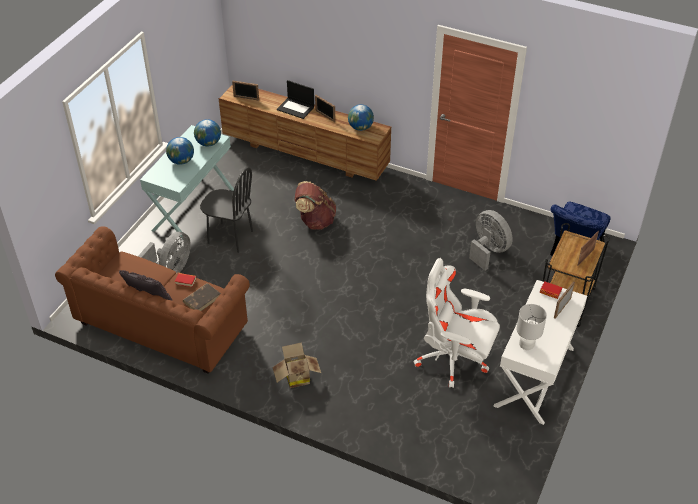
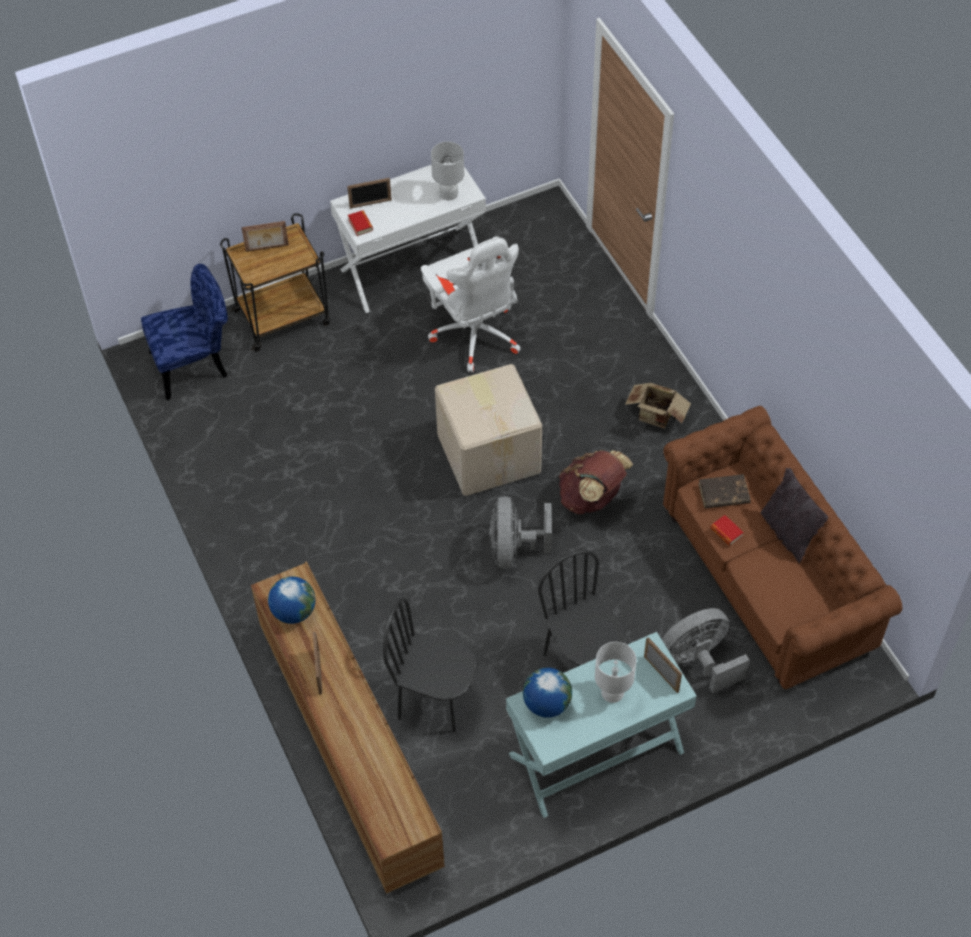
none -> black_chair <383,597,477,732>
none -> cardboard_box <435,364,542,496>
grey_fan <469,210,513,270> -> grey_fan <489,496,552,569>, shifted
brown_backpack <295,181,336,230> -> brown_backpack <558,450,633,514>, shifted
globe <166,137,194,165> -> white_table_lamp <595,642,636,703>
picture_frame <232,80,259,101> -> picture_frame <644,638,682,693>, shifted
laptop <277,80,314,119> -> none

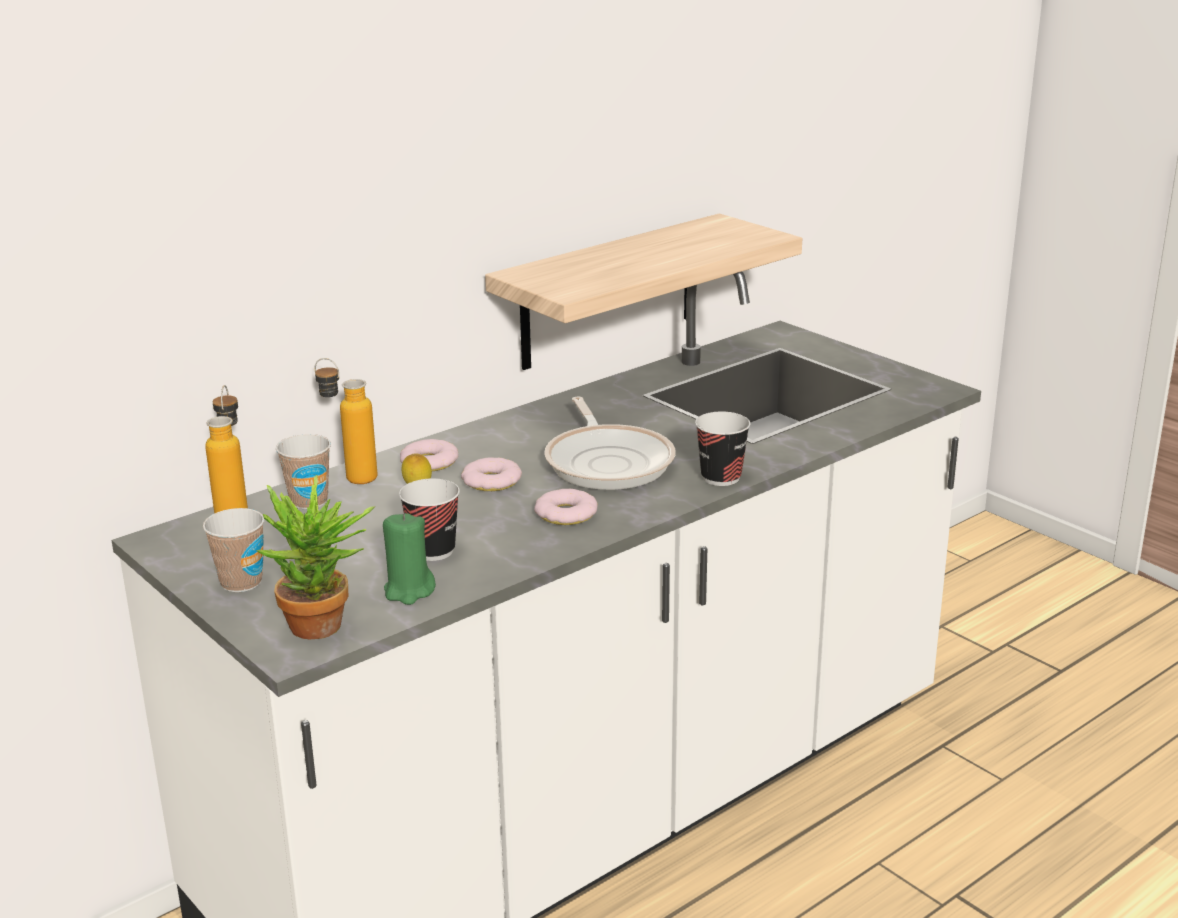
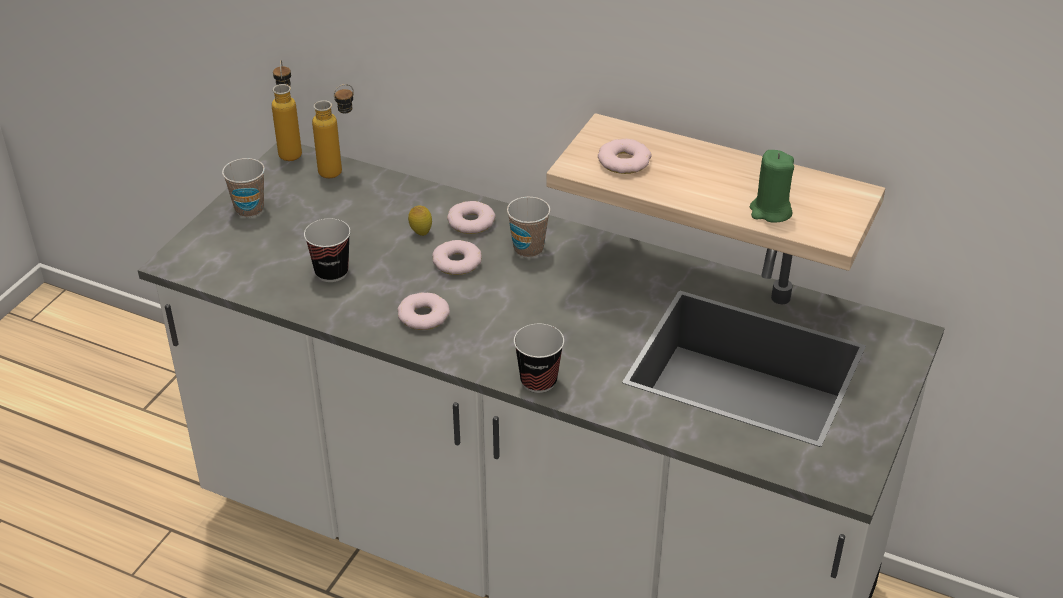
bottle <314,358,378,484> -> bottle <272,60,302,161>, shifted
cup <276,434,331,509> -> cup <507,197,550,258>, shifted
none -> donut <598,139,652,174>
green_candle <383,513,436,605> -> green_candle <750,150,794,223>, shifted
potted_plant <256,475,375,639> -> none
frying_pan <544,397,676,490> -> none

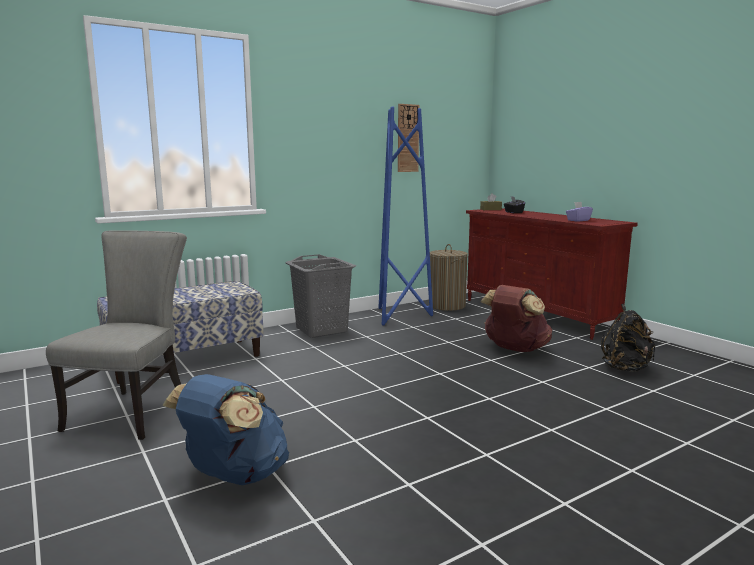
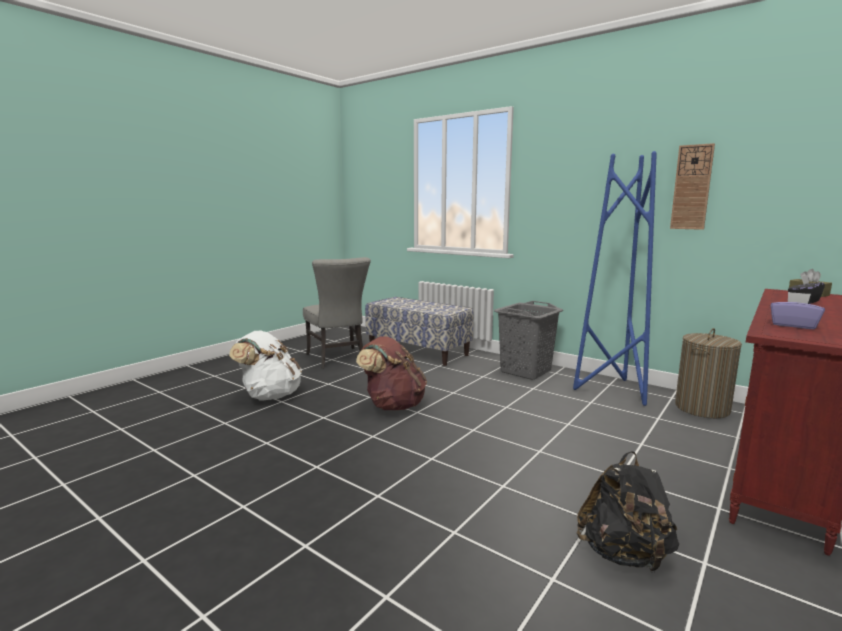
blue_backpack <162,374,289,485> -> white_backpack <229,331,302,400>
grey_chair <46,230,187,440> -> grey_chair <303,257,371,369>, 75 degrees clockwise
brown_backpack <481,285,552,352> -> brown_backpack <356,336,427,410>, shifted

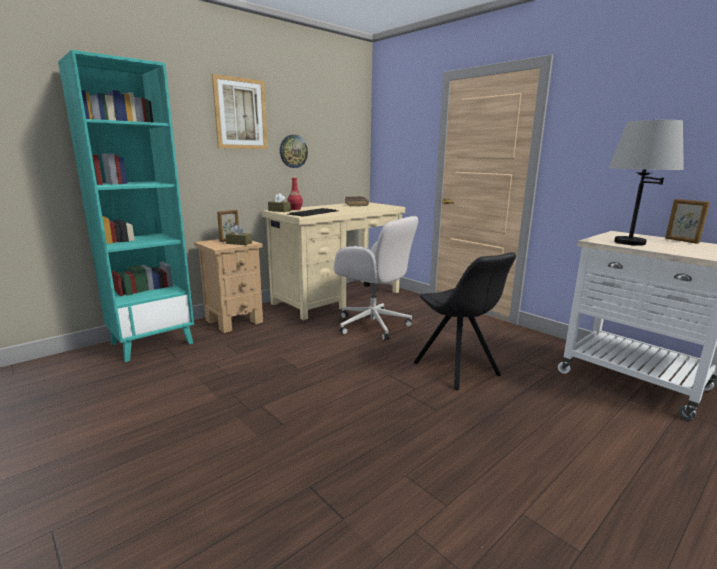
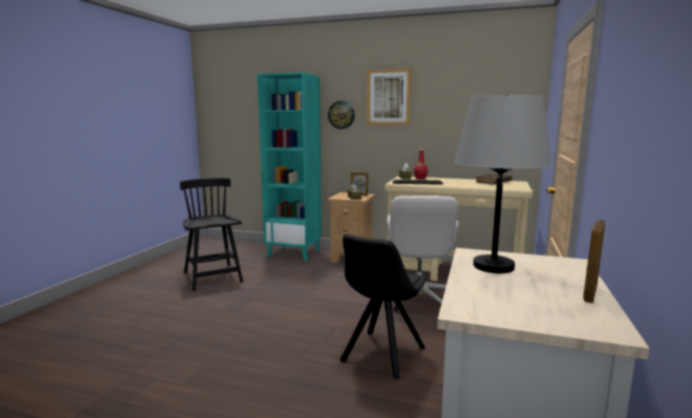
none -> black_chair <180,178,243,291>
wall_clock <280,135,308,168> -> wall_clock <328,101,355,129>, shifted

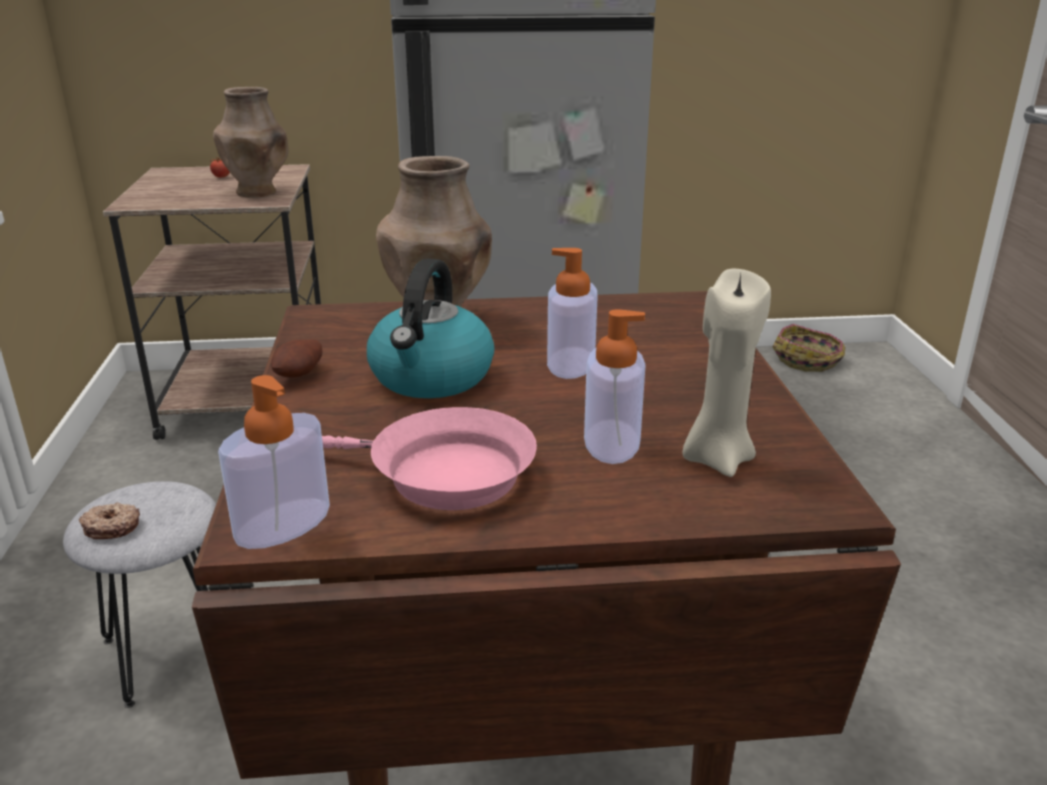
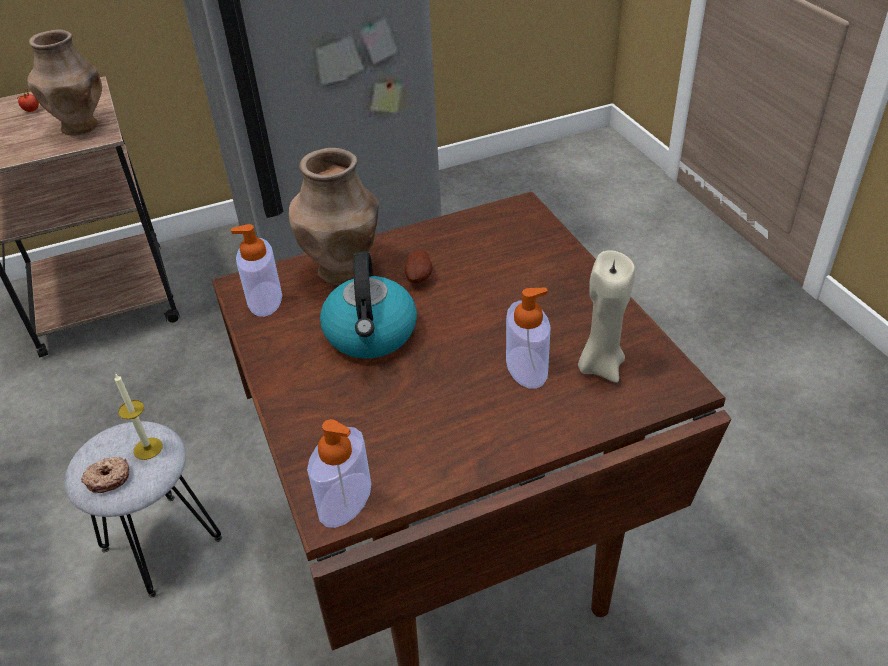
none -> candle <115,373,163,460>
soap_dispenser <547,248,598,379> -> soap_dispenser <231,224,282,317>, shifted
potato <271,339,322,378> -> potato <405,250,433,283>, shifted
pink_frying_pan <322,407,537,510> -> none
basket <772,324,845,372> -> none

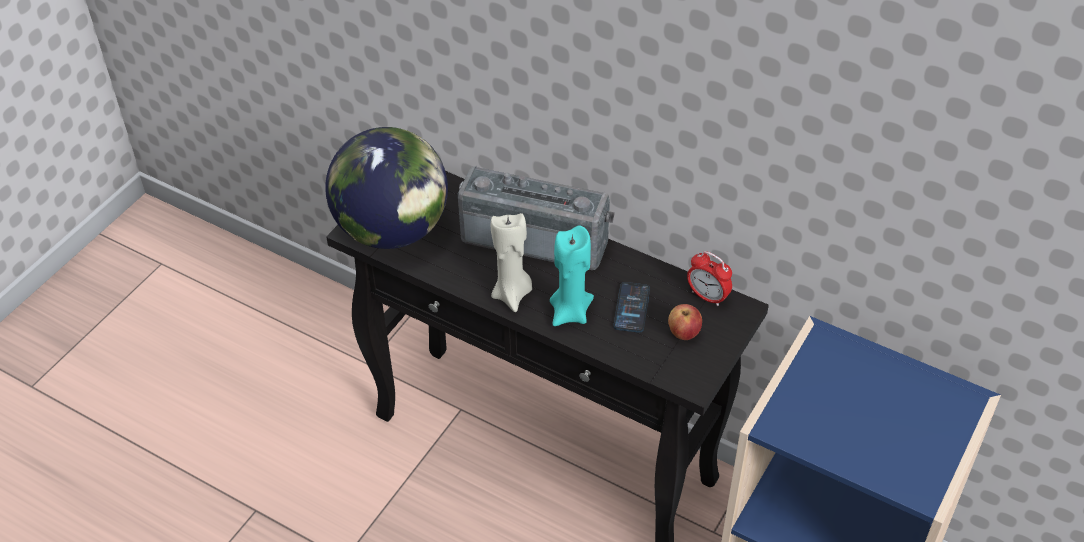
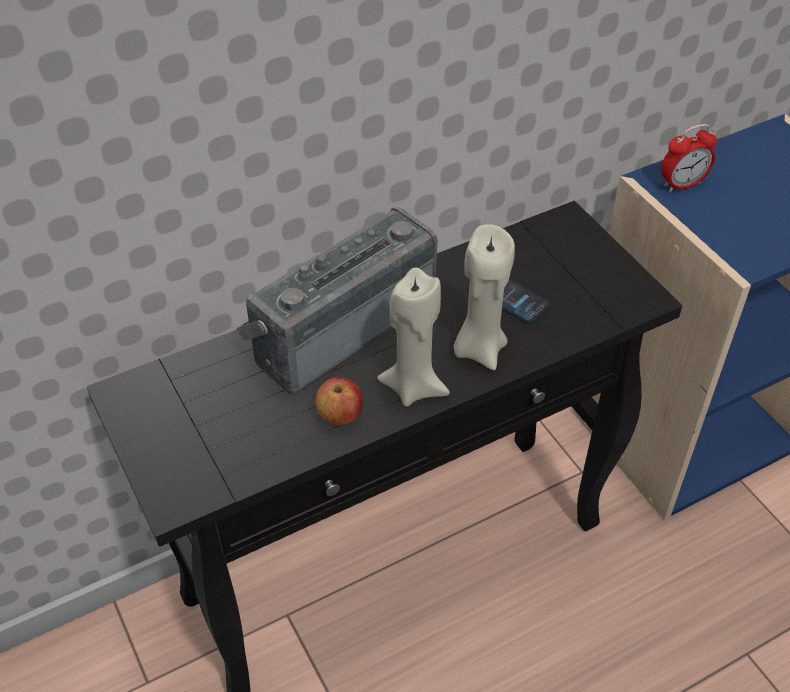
apple <668,304,702,340> -> apple <315,377,363,426>, shifted
turquoise_candle <550,225,594,326> -> beige_candle <454,224,515,370>
alarm_clock <687,251,732,306> -> alarm_clock <661,124,718,192>, shifted
globe <325,127,448,249> -> none

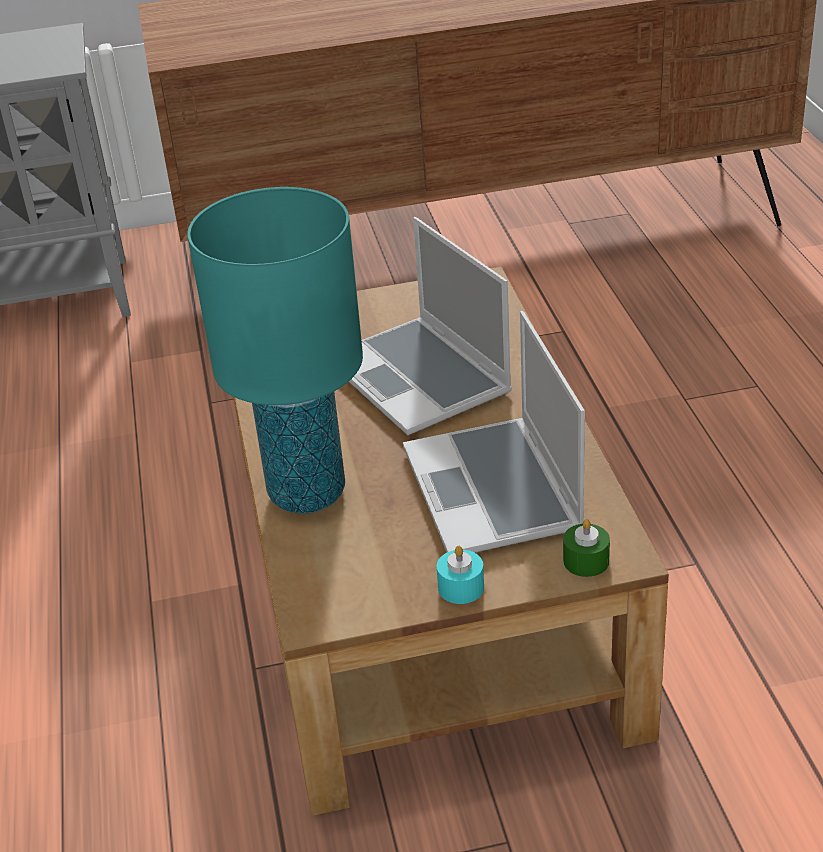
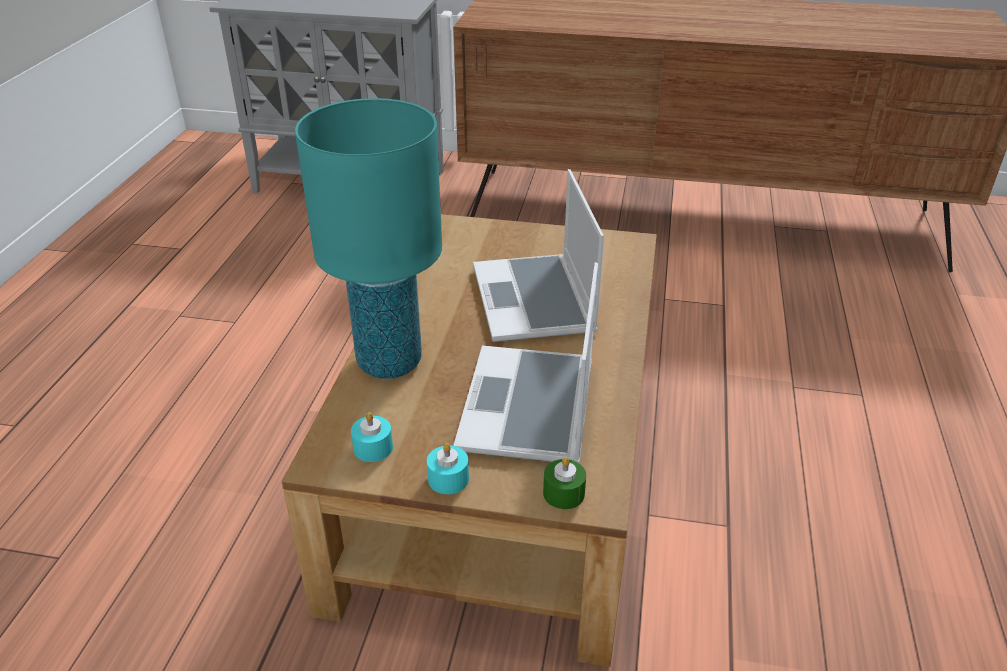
none -> turquoise_candle <351,412,393,462>

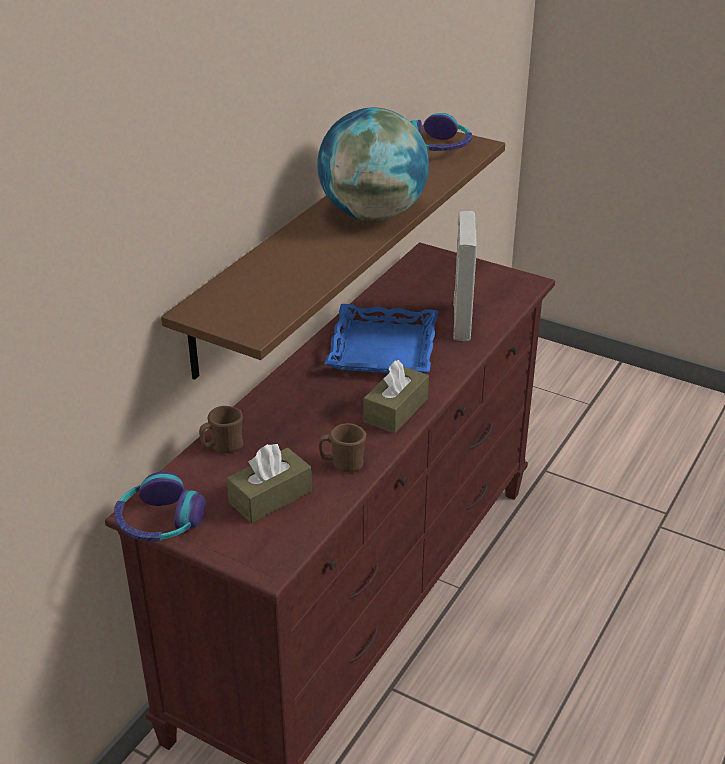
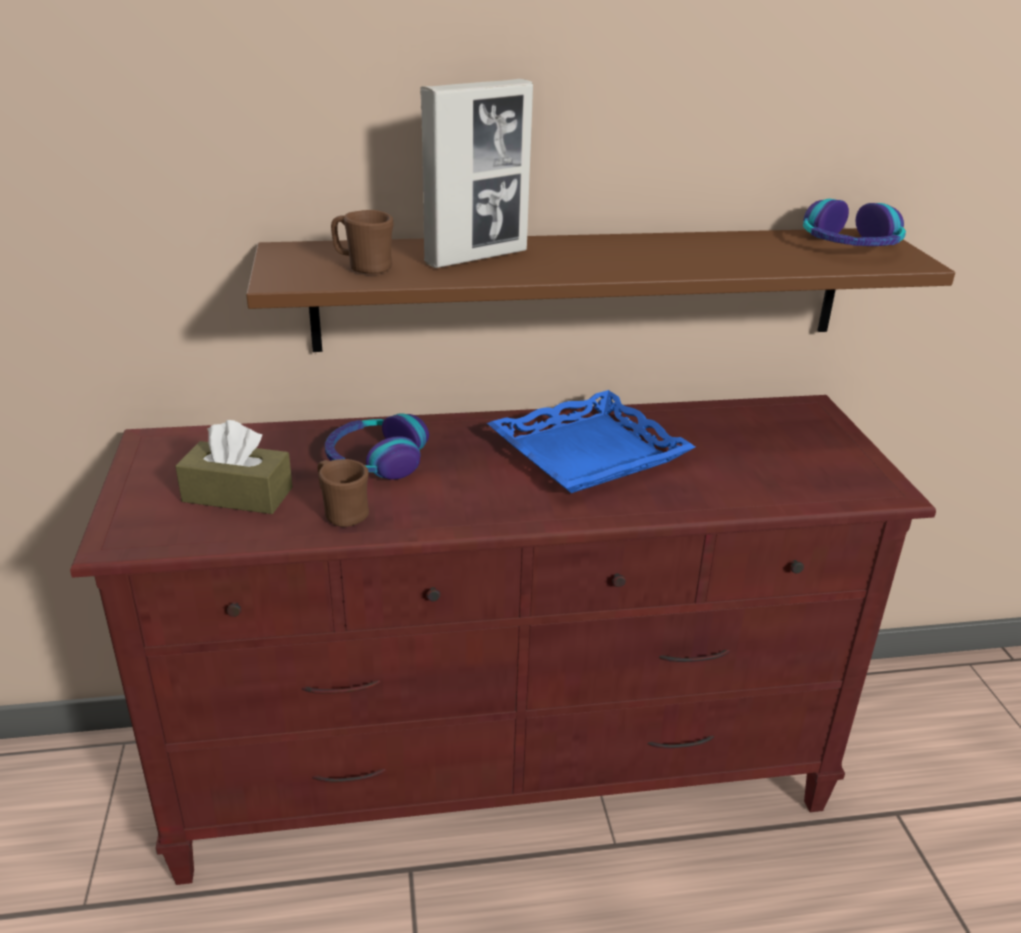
headphones <114,472,206,542> -> headphones <325,413,429,480>, shifted
brown_mug <199,406,243,453> -> brown_mug <331,210,394,274>, shifted
picture_frame <453,211,477,341> -> picture_frame <420,79,533,268>, shifted
globe <317,108,429,221> -> none
brown_tissue_box <363,360,429,434> -> none

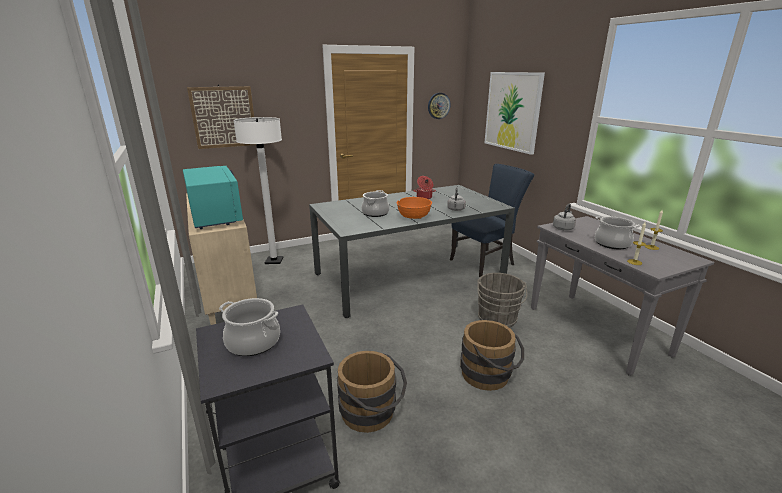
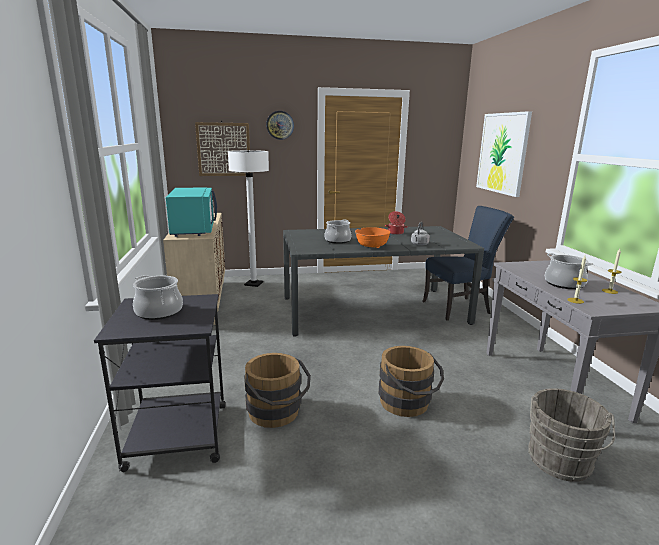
wall_clock <428,93,451,119> -> wall_clock <266,111,294,140>, shifted
grey_bucket <477,273,527,328> -> grey_bucket <528,388,615,482>, shifted
grey_kettle <553,204,576,231> -> none

